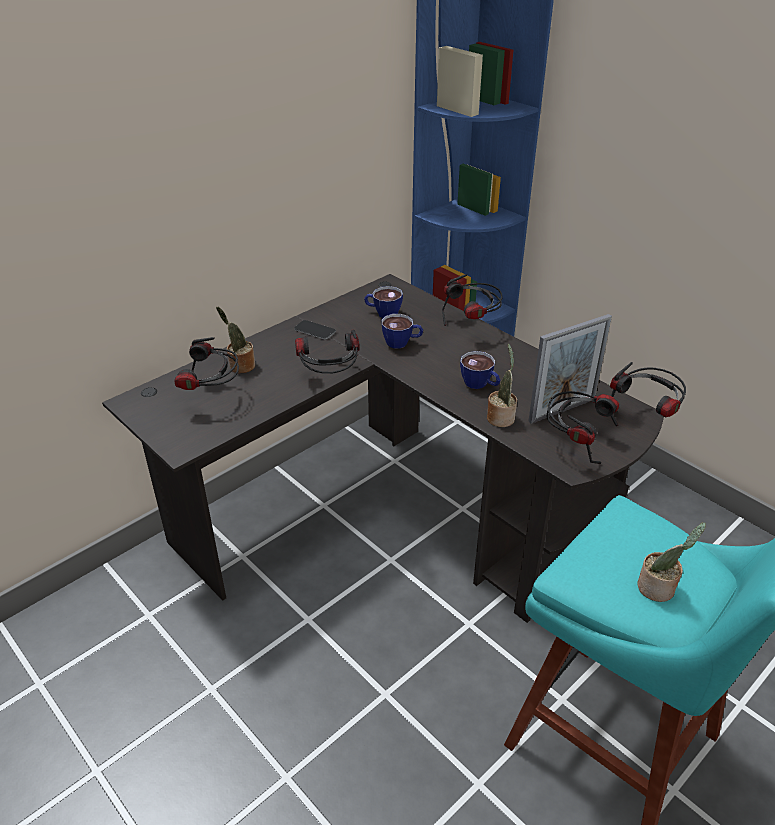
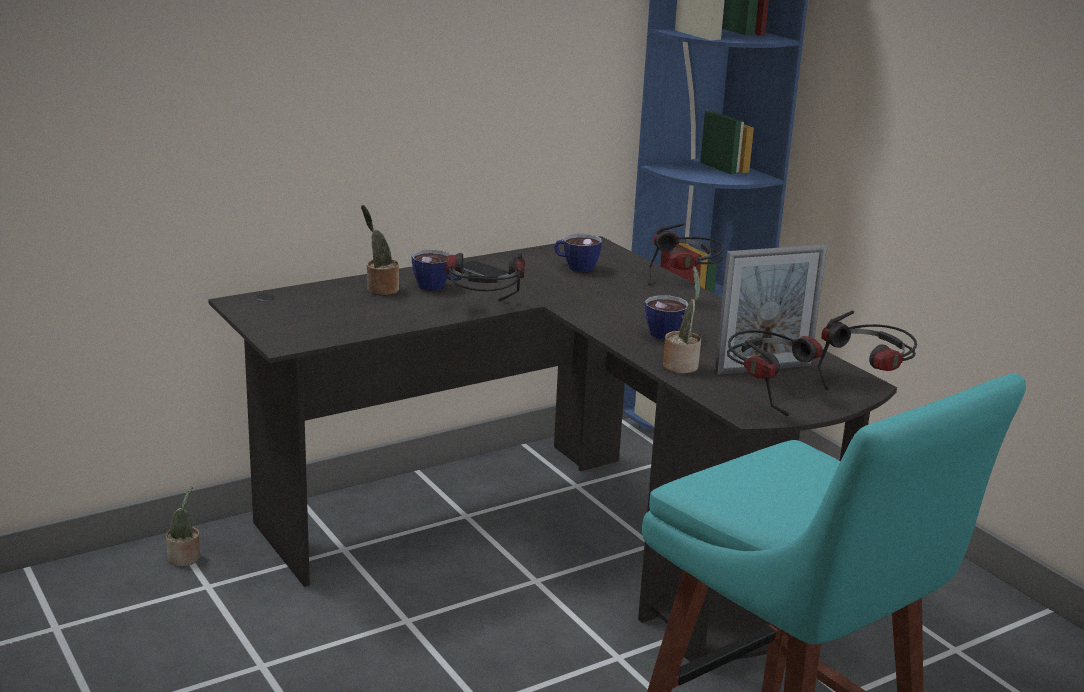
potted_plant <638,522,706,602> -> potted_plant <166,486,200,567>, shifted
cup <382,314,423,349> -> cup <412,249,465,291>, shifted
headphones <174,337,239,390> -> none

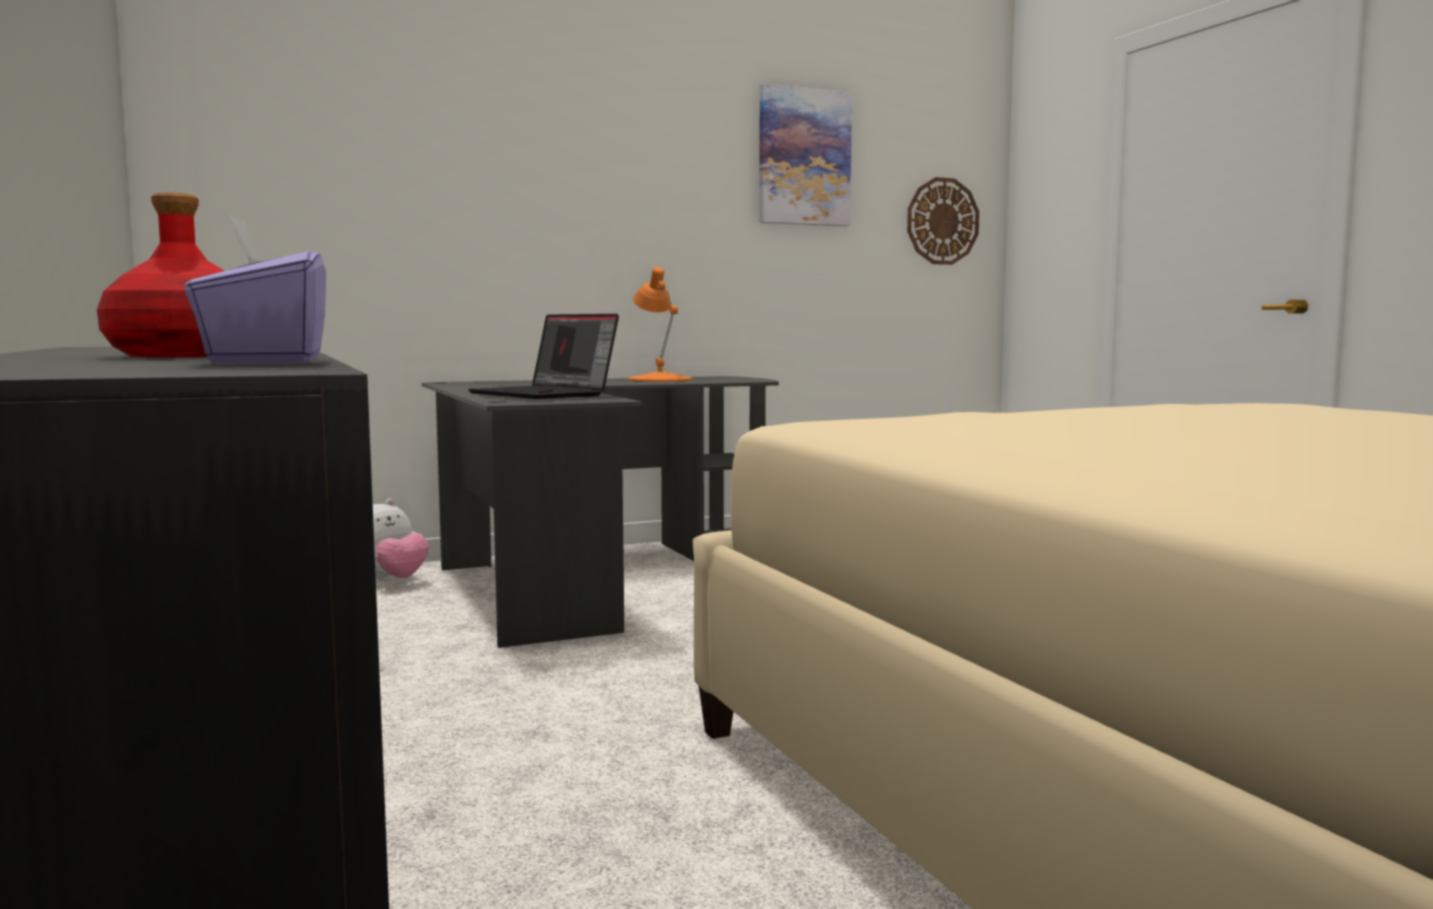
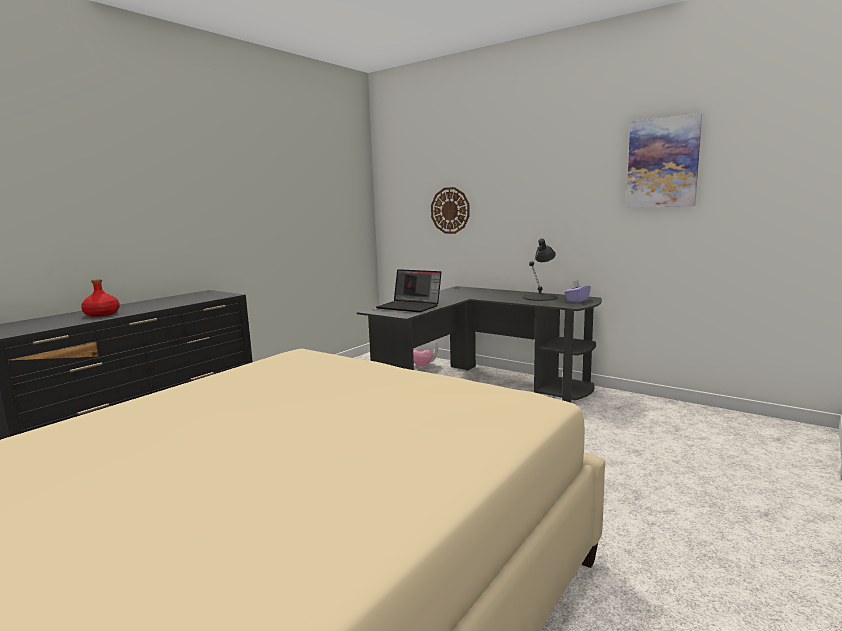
laptop <468,314,619,399> -> laptop <376,269,442,312>, 75 degrees counterclockwise
wall_clock <907,177,979,265> -> wall_clock <431,187,470,234>, shifted
orange_table_lamp <627,267,693,382> -> black_table_lamp <523,239,558,301>
purple_tissue_box <185,214,326,364> -> purple_tissue_box <564,280,591,303>, shifted

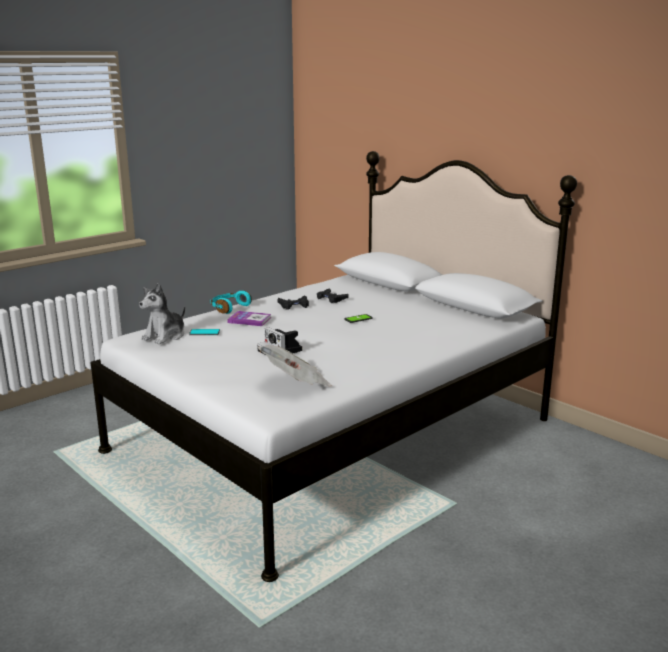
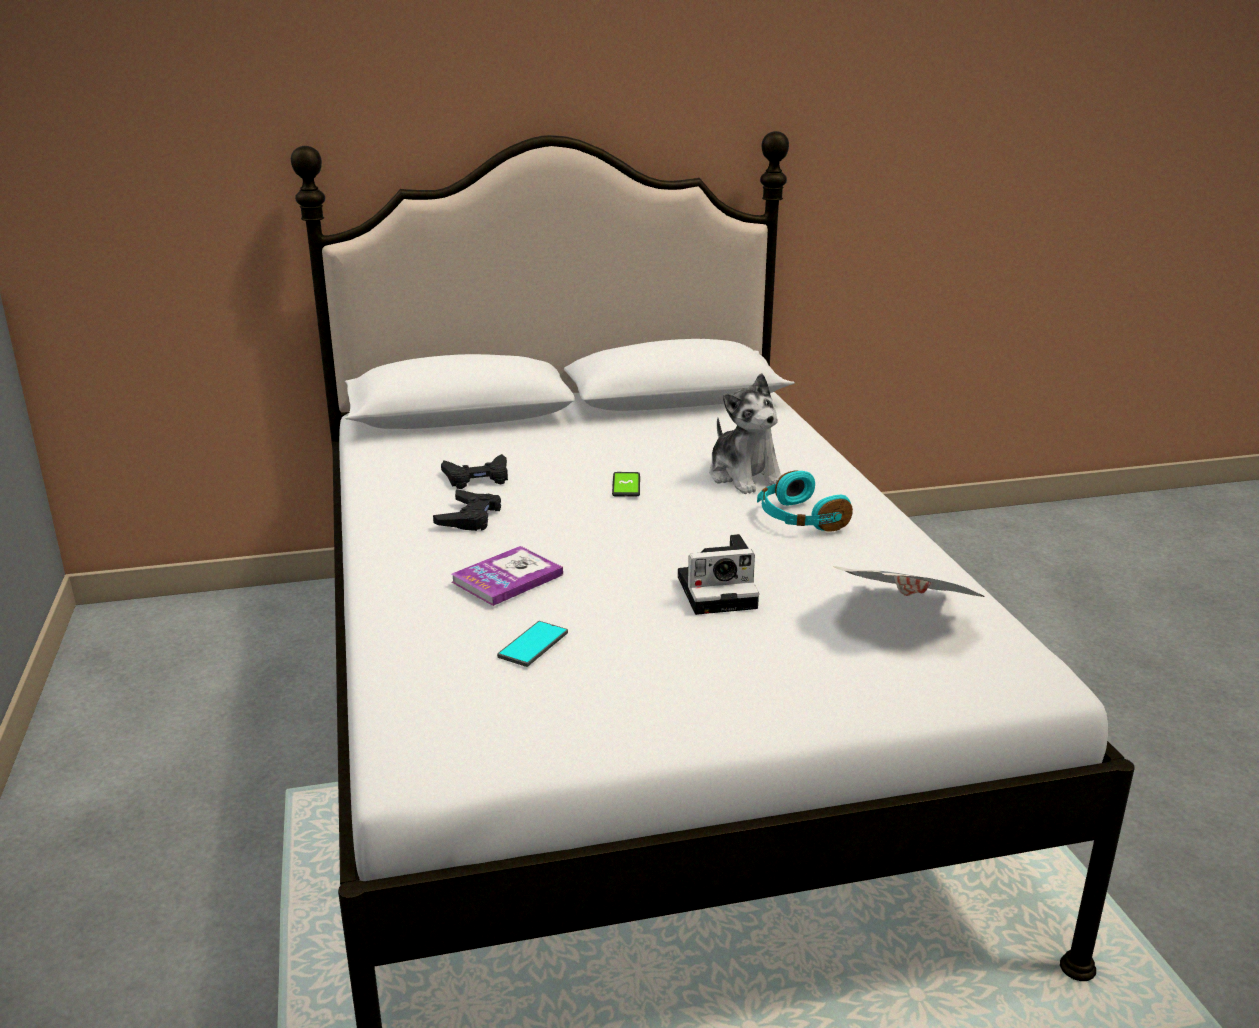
plush_toy <139,283,185,344> -> plush_toy <709,373,782,494>, shifted
turquoise_headphones <210,291,252,314> -> turquoise_headphones <757,471,853,532>, shifted

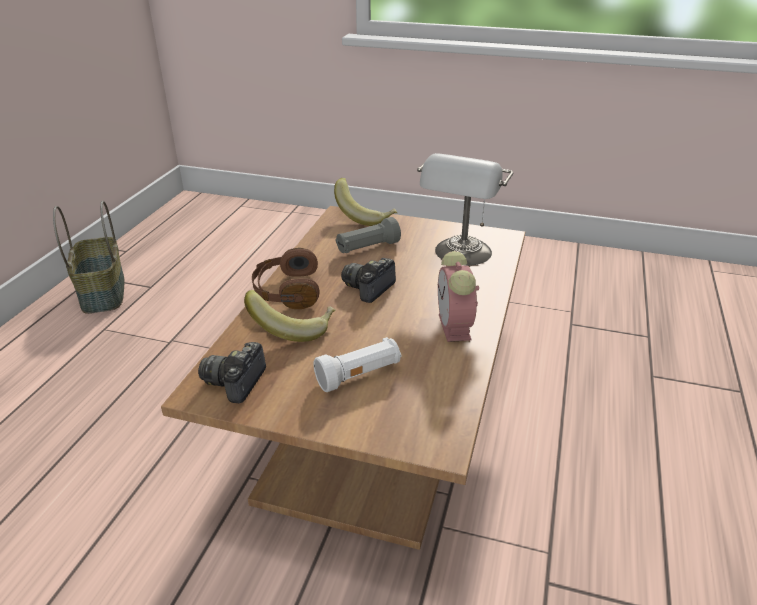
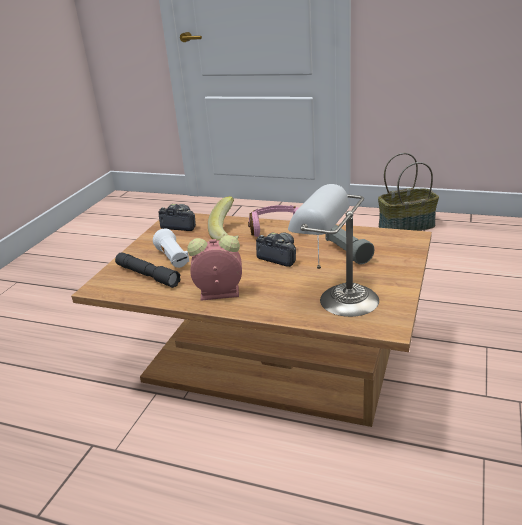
none -> grey_flashlight <115,252,181,288>
brown_headphones <252,248,319,309> -> pink_headphones <248,205,299,237>
banana <334,178,397,226> -> none

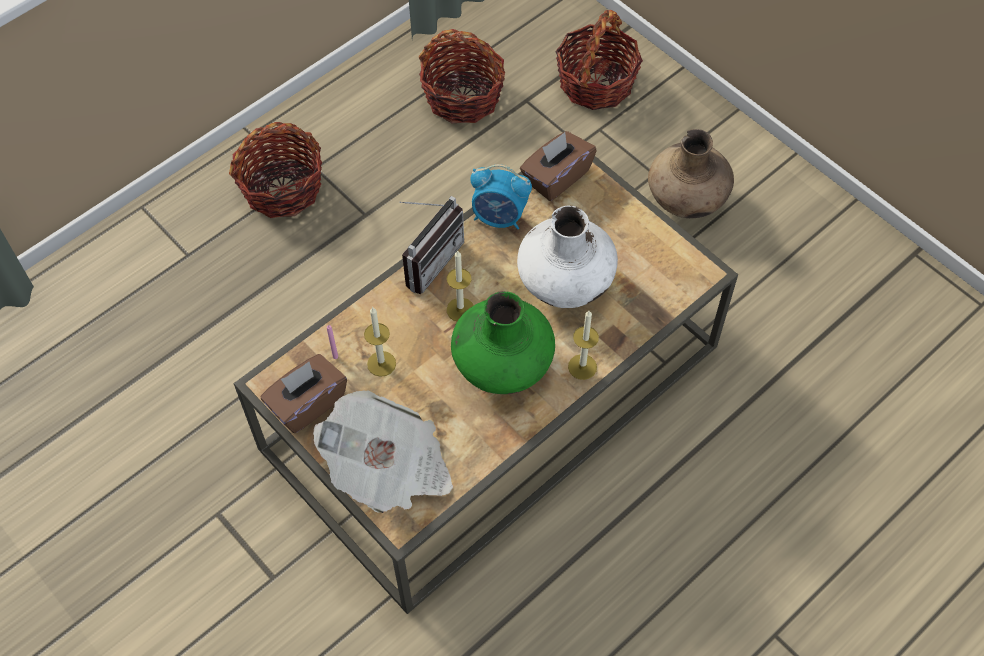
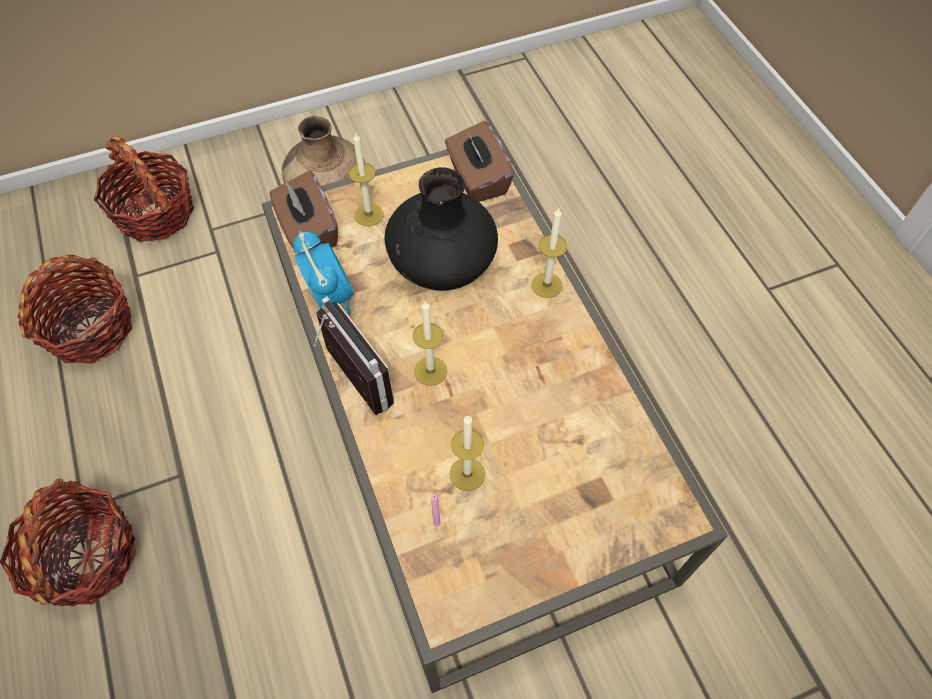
alarm_clock <470,164,532,229> -> alarm_clock <293,231,354,314>, 60 degrees counterclockwise
none -> candle <349,132,384,226>
white_vase <517,205,618,308> -> black_vase <384,167,498,291>
brown_tissue_box <261,354,347,433> -> brown_tissue_box <445,121,514,202>, shifted
newspaper <313,390,453,513> -> none
green_vase <451,291,555,394> -> none

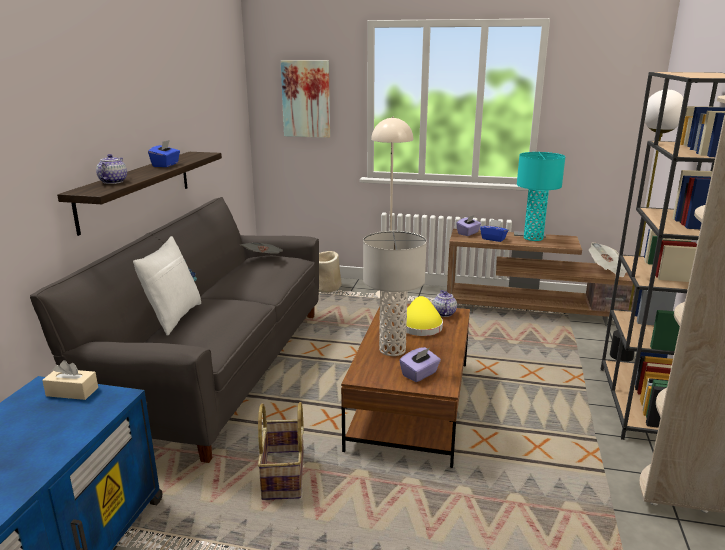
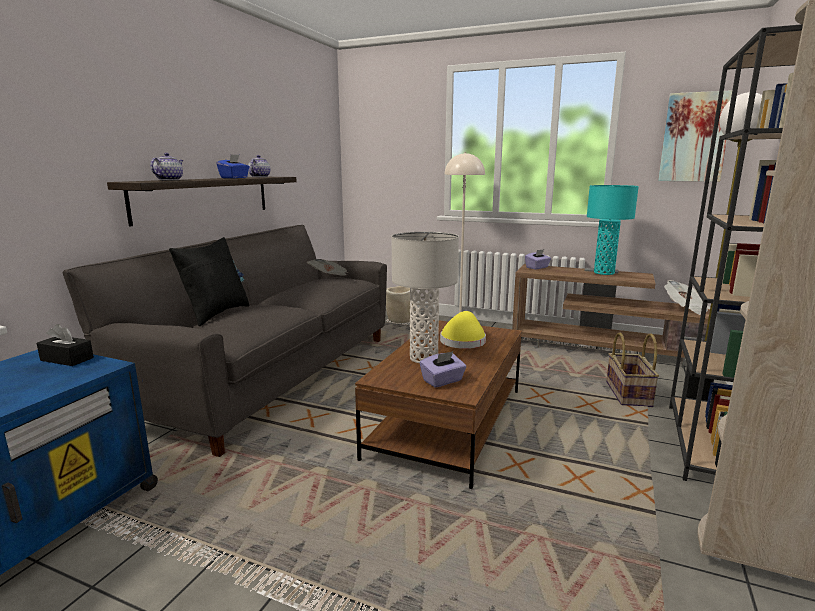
beige_tissue_box <42,360,98,400> -> black_tissue_box <36,324,94,366>
white_pillow <133,236,201,335> -> black_pillow <169,237,249,326>
teapot <432,290,457,317> -> teapot <248,155,270,177>, shifted
basket <257,402,304,500> -> basket <606,332,659,407>, shifted
picture <281,60,330,138> -> picture <658,90,732,182>, shifted
blue_tissue_box <480,219,508,242> -> none

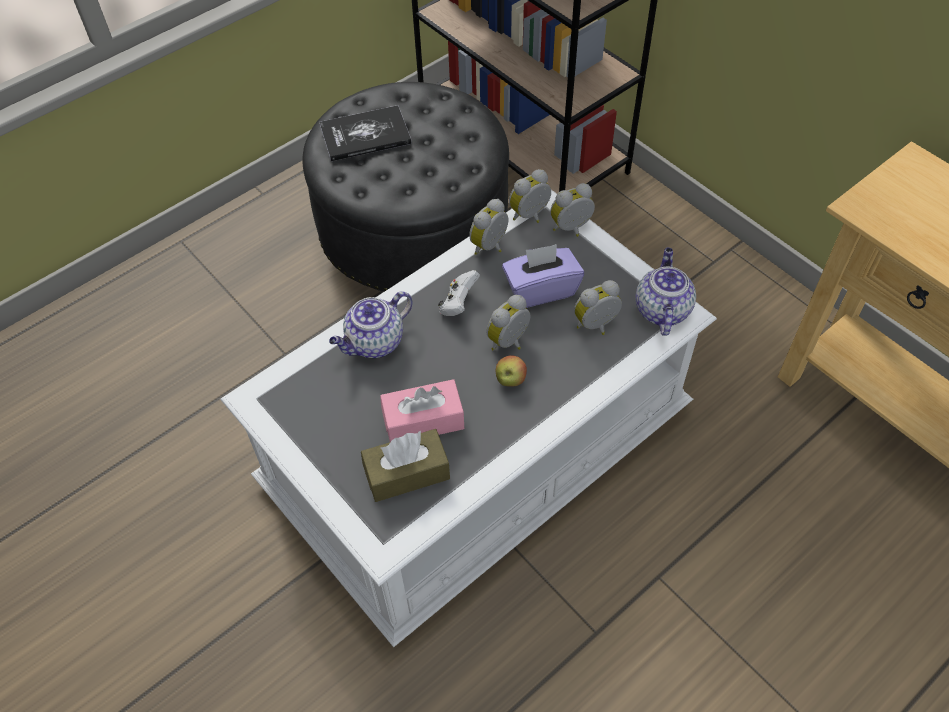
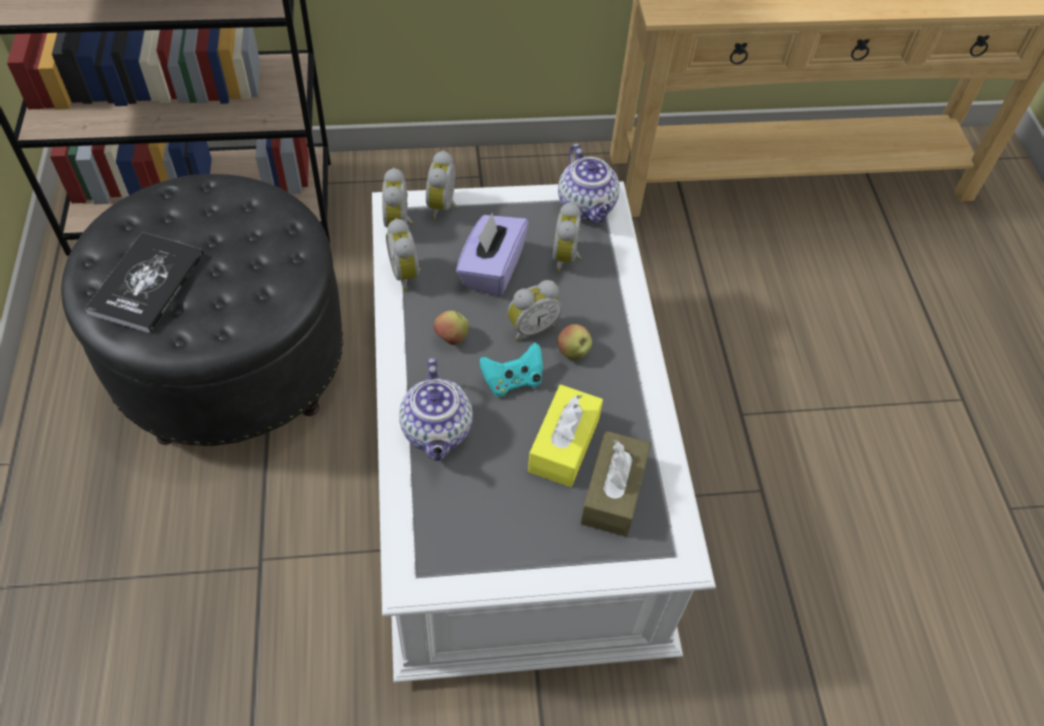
white_game_controller <438,270,480,316> -> apple <434,311,469,345>
none -> turquoise_game_controller <480,343,543,396>
alarm_clock <486,295,530,350> -> alarm_clock <508,280,562,341>, 105 degrees counterclockwise
pink_tissue_box <380,379,464,442> -> yellow_tissue_box <528,385,603,487>
teapot <635,247,696,336> -> teapot <558,144,620,223>, 150 degrees counterclockwise

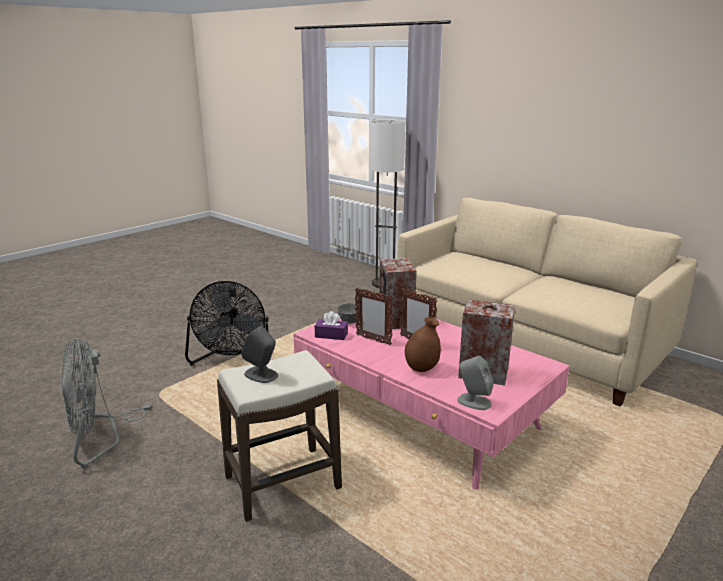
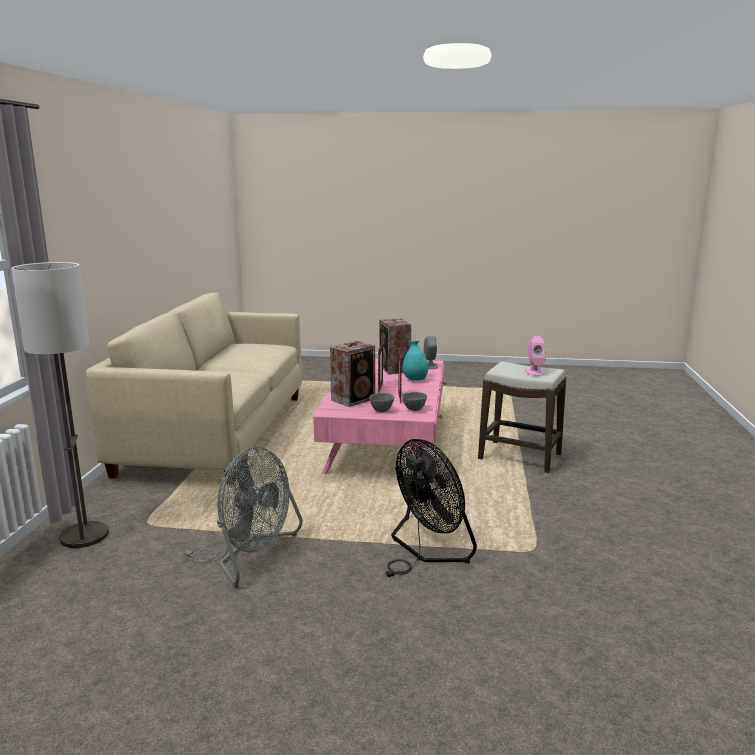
grey_fan <62,338,153,469> -> grey_fan <184,447,302,588>, shifted
brown_vase <405,317,441,372> -> turquoise_vase <402,341,428,380>
purple_tissue_box <315,311,348,340> -> grey_bowl <402,392,427,411>
grey_speaker <241,326,278,383> -> pink_speaker <525,336,546,376>

